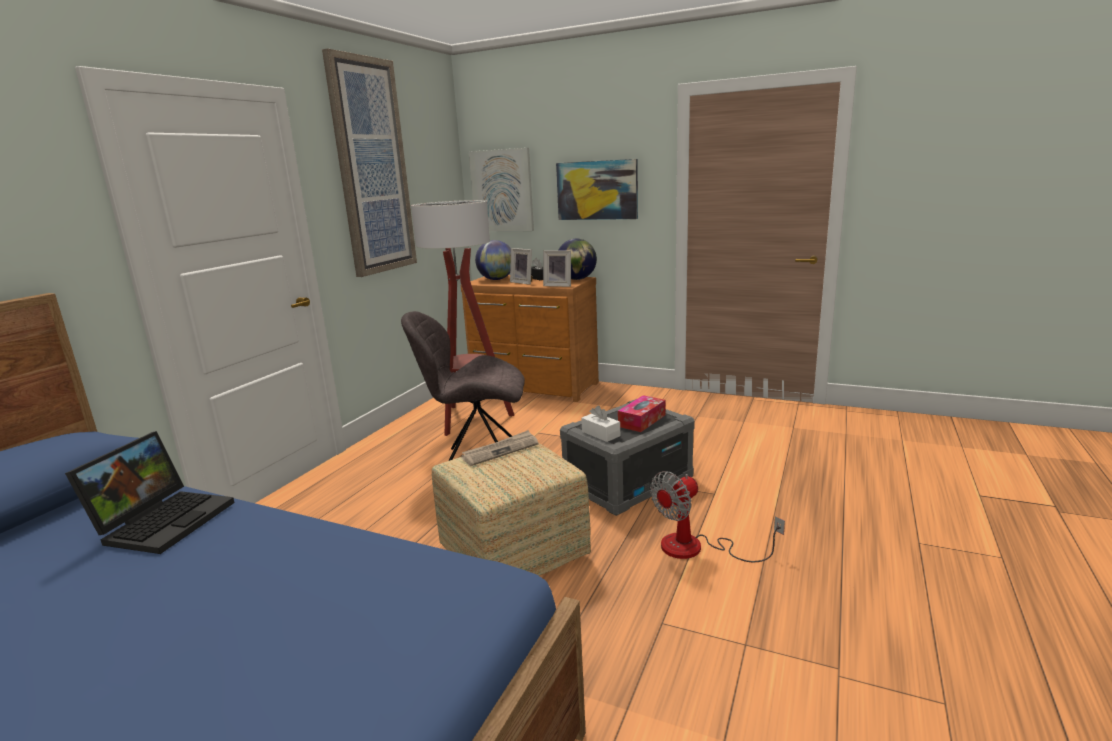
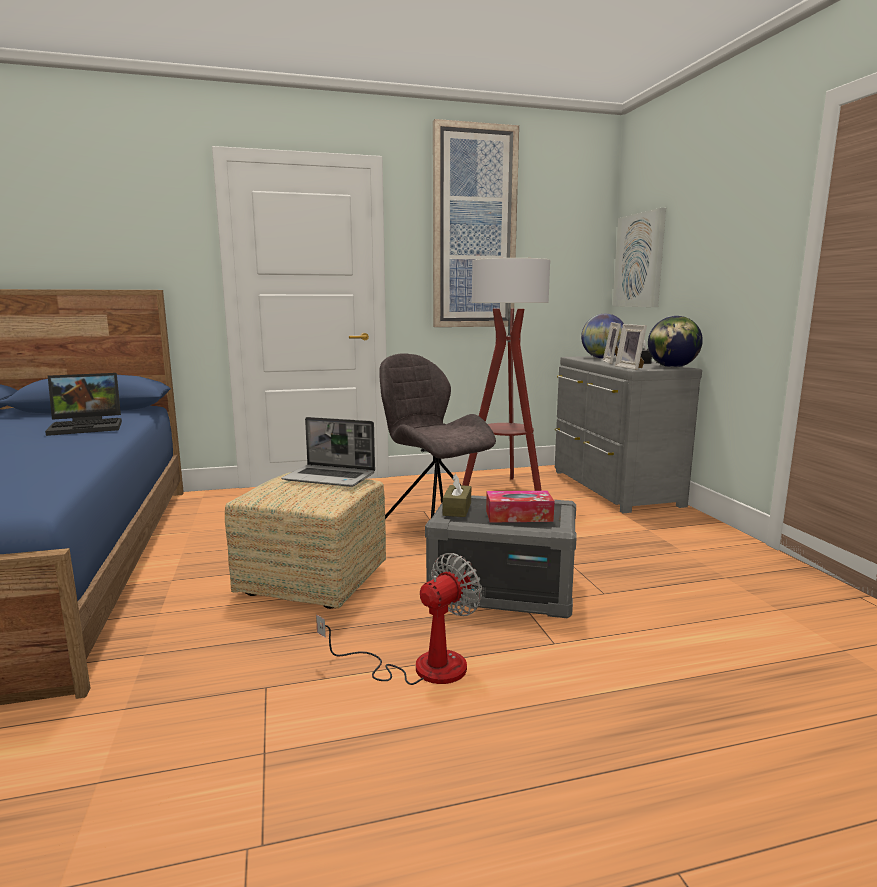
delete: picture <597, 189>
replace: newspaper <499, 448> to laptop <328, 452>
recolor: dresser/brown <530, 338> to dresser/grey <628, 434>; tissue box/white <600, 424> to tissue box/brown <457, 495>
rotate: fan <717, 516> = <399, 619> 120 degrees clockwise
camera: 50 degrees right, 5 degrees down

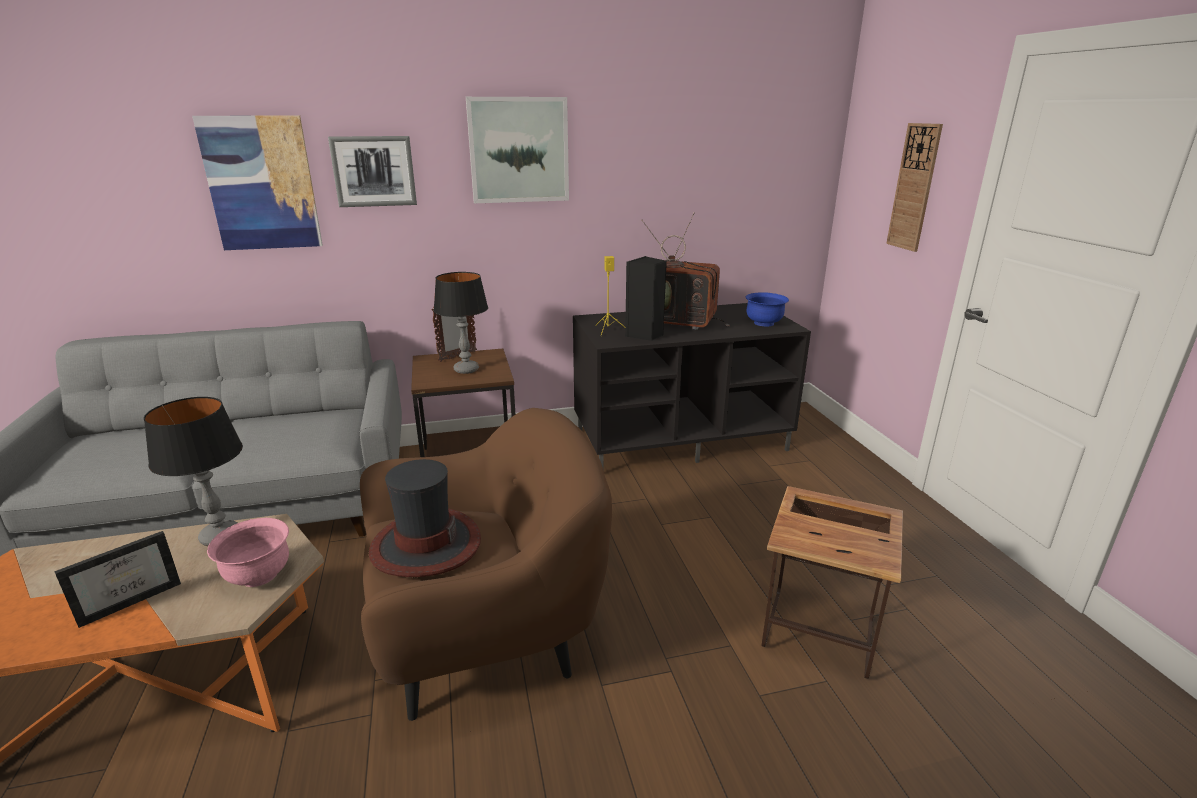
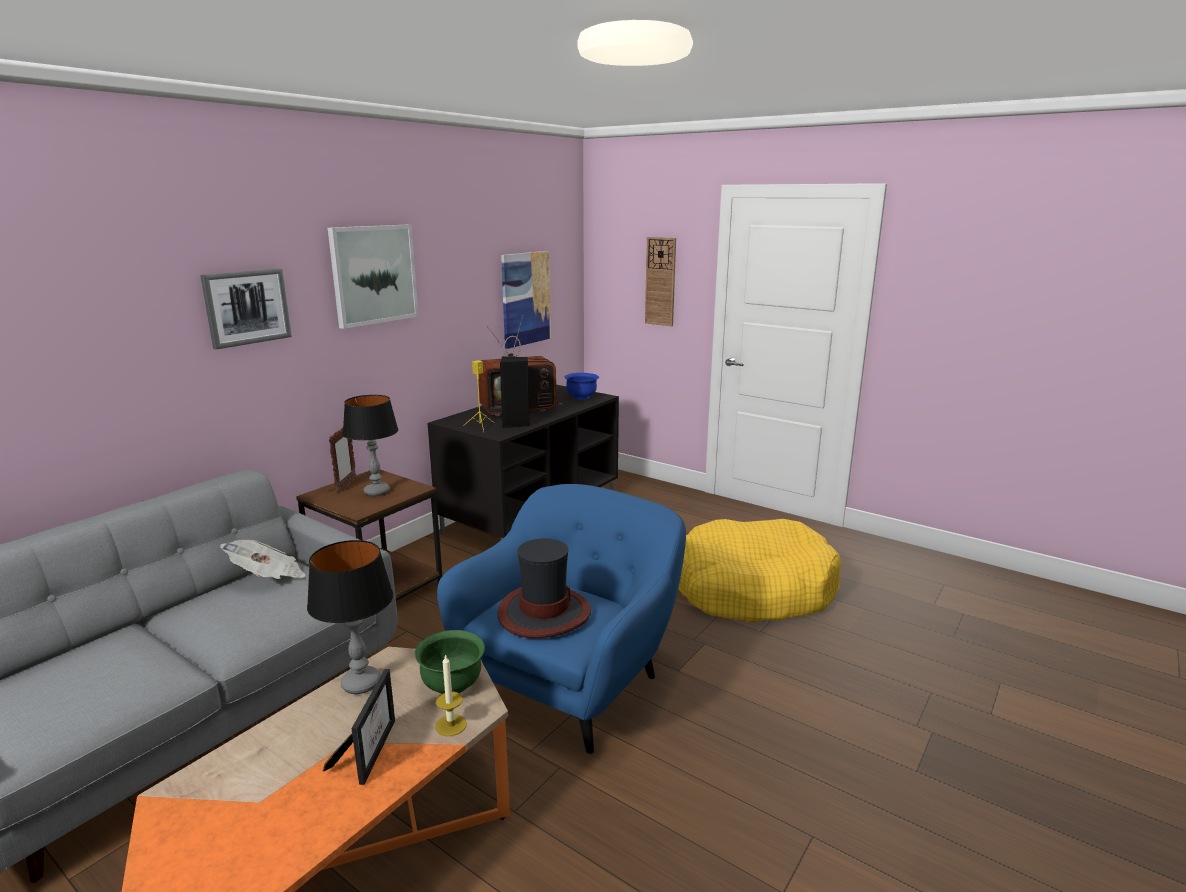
insert: newspaper <263, 559>; candle <451, 695>
move: picture <257, 182> to <526, 300>
replace: side table <832, 582> to dog bed/yellow <759, 571>
recolor: bowl/pink <248, 552> to bowl/green <450, 662>; armchair/brown <486, 564> to armchair/blue <561, 619>
camera: 40 degrees left, 5 degrees down

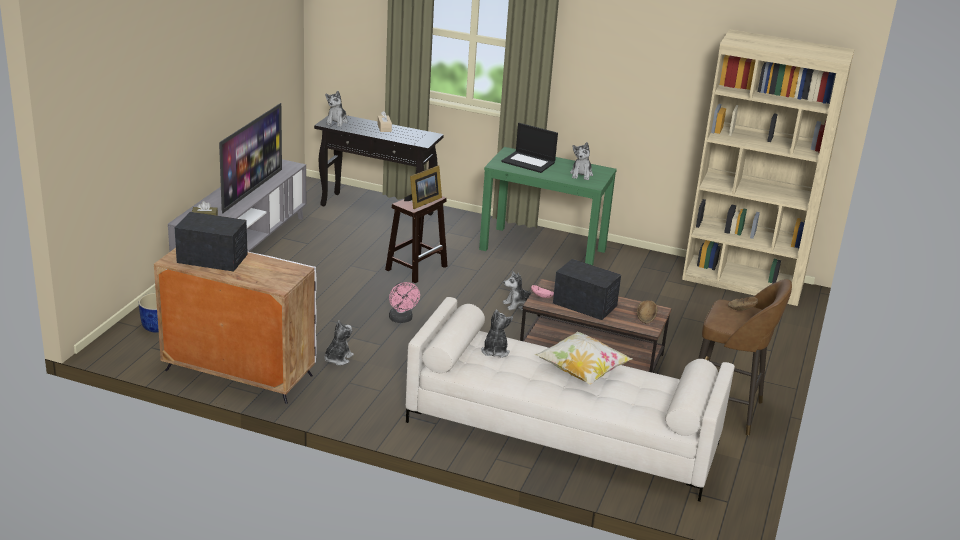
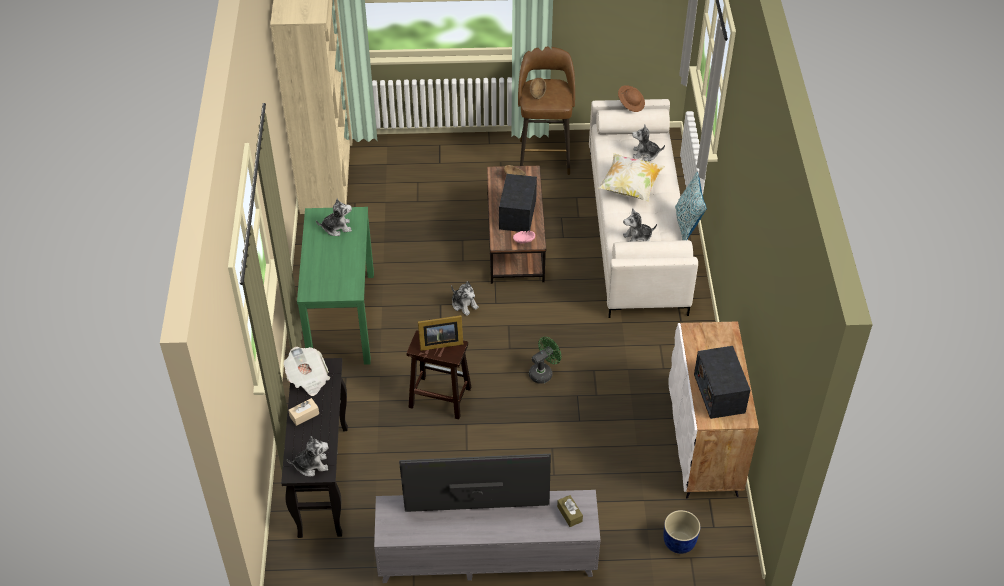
delete: laptop <529, 148>
insert: newspaper <307, 371>; hat/brown <631, 98>; pillow <691, 206>
move: plush toy <339, 342> to <648, 143>
recolor: fan/pink <404, 302> to fan/green <545, 360>
rotate: picture frame <423, 187> = <440, 333> 150 degrees clockwise
camera: 110 degrees left, 20 degrees up

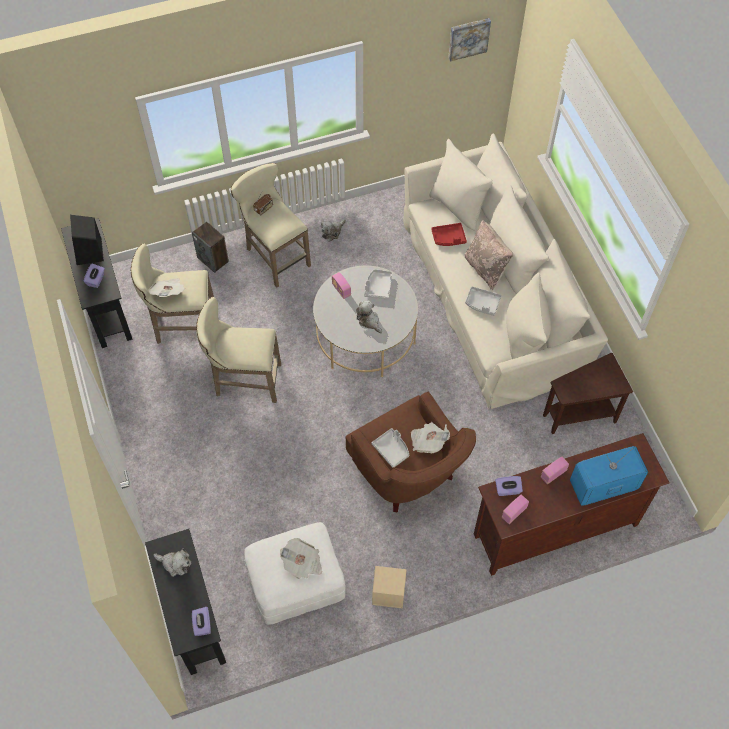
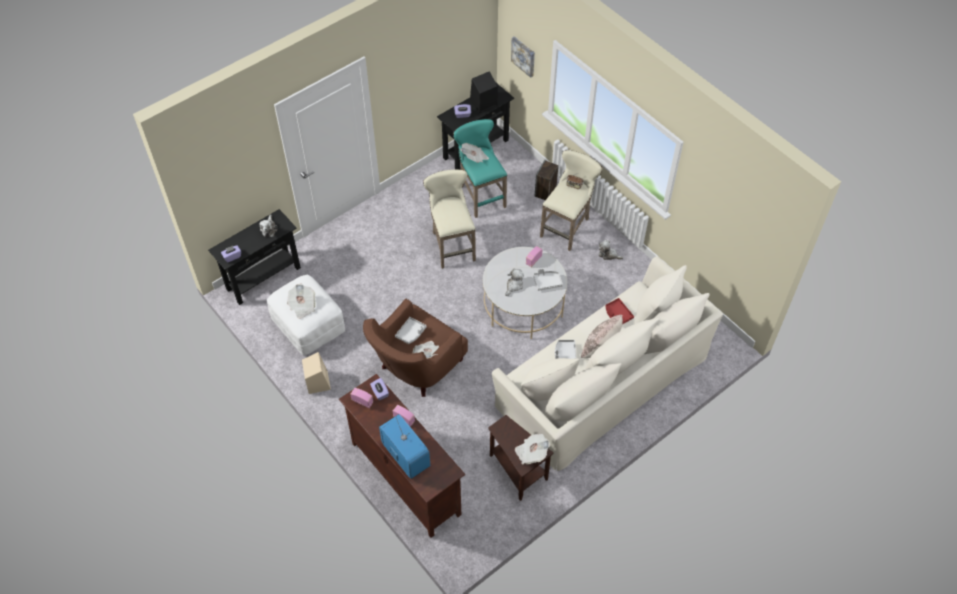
insert: newspaper <532, 449>
move: picture <469, 39> to <523, 57>
recolor: stool/beige <172, 294> to stool/turquoise <480, 168>
camera: 70 degrees right, 5 degrees down

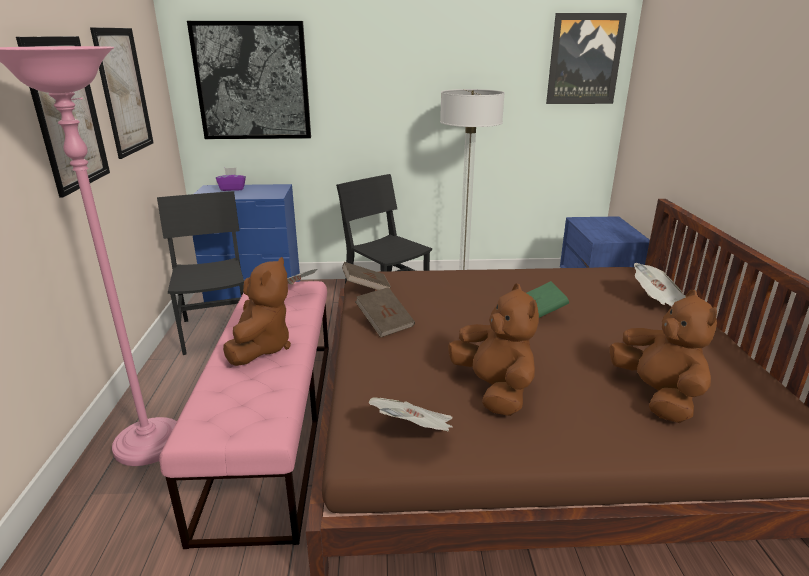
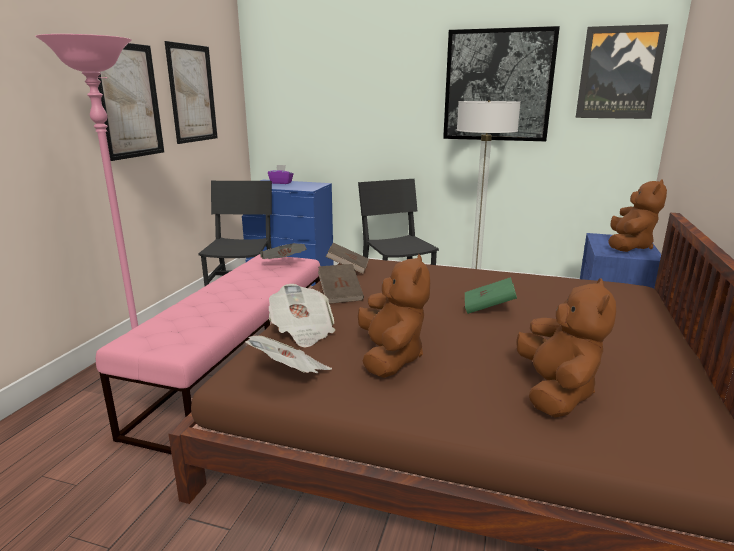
move: picture <249, 80> to <501, 83>; plush toy/brown <257, 311> to <637, 215>; newspaper <660, 284> to <302, 316>
camera: 20 degrees right, 5 degrees down

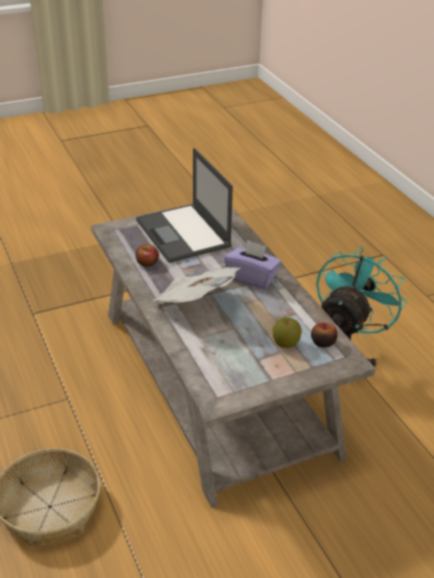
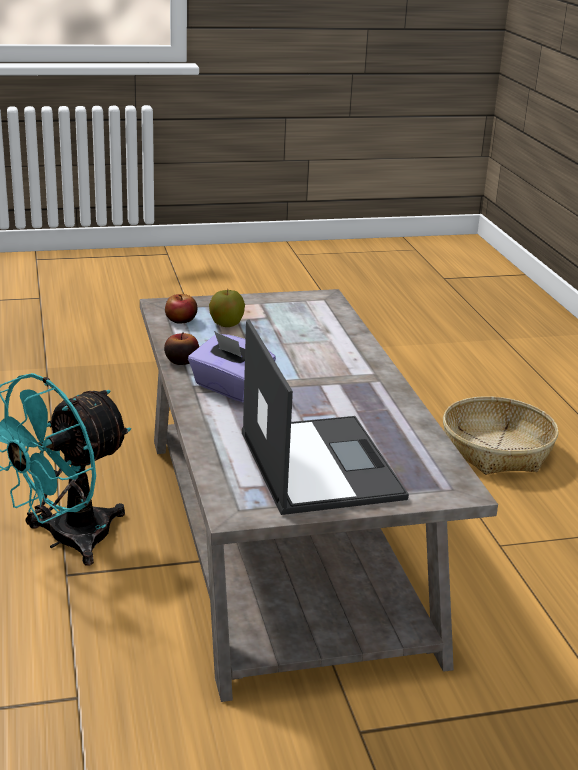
delete: newspaper <196, 285>
move: apple <147, 255> to <181, 348>
camera: 170 degrees left, 10 degrees down

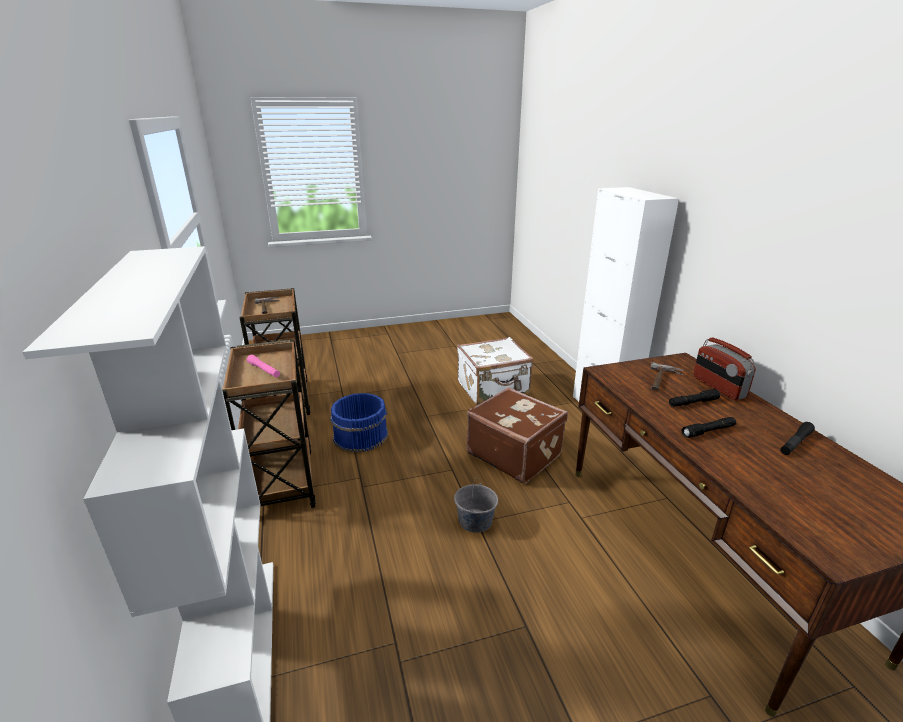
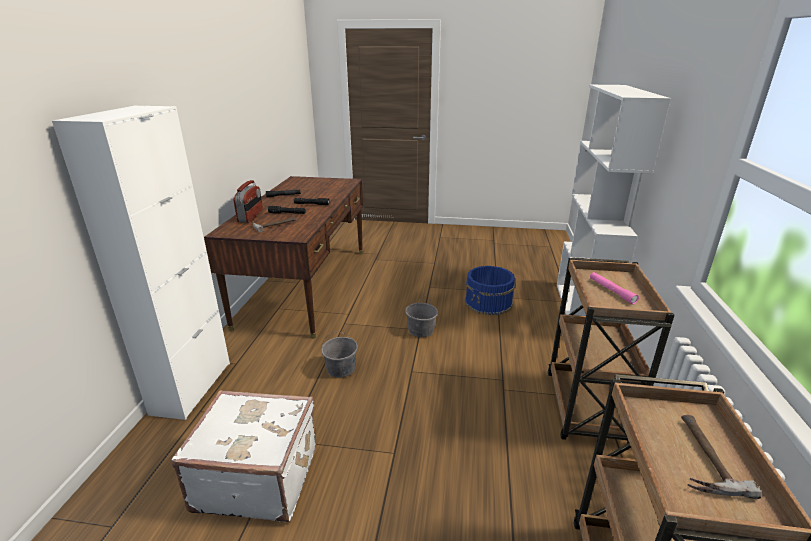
move: bucket/blue <359, 423> to <490, 290>
replace: suitcase/brown <517, 435> to bucket/grey <339, 355>
camera: 155 degrees left, 0 degrees up

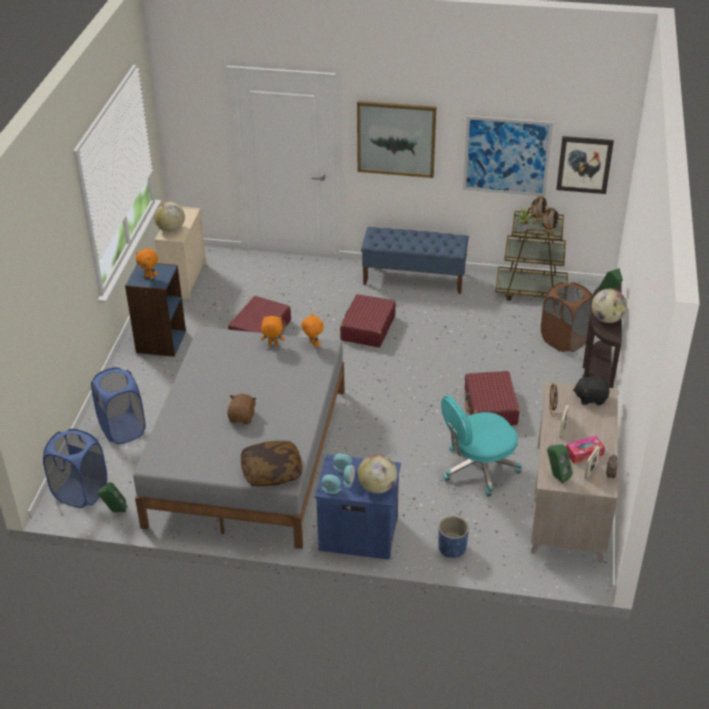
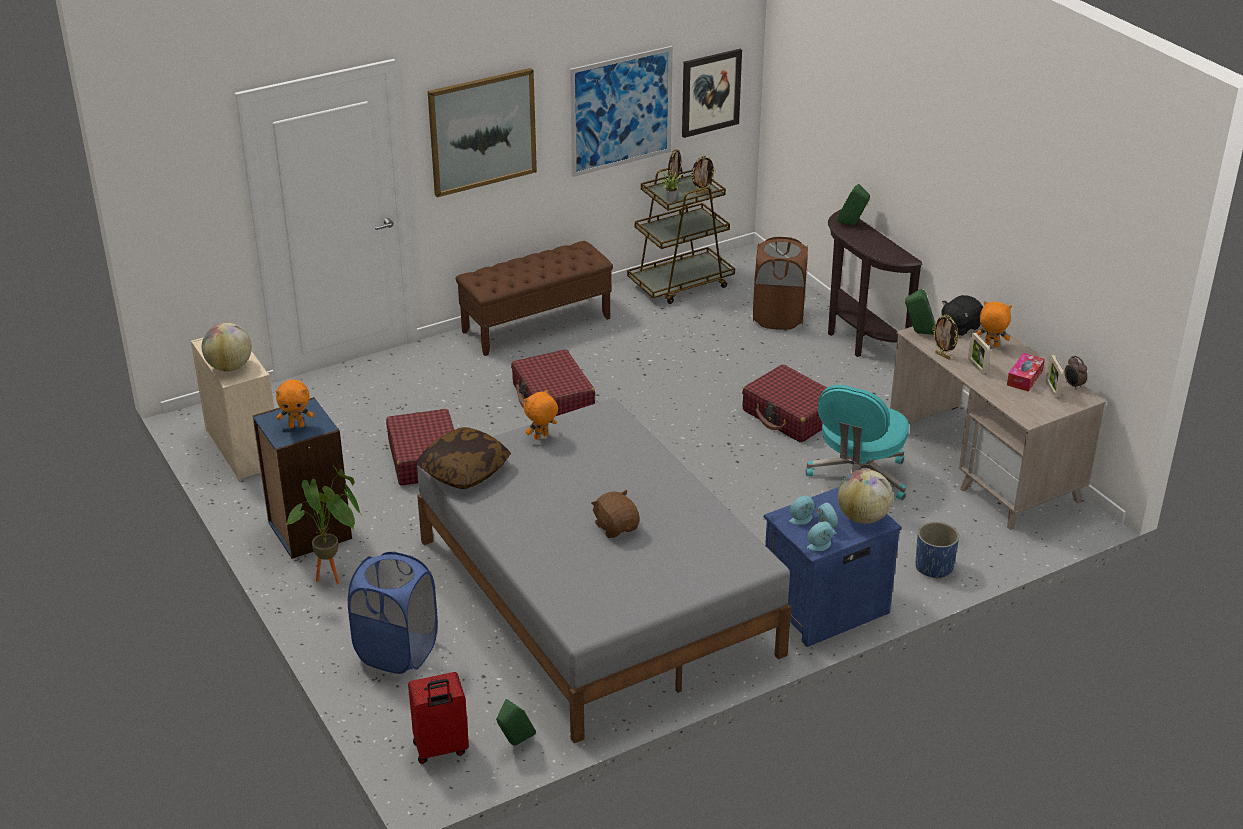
delete: globe <609, 306>
insert: potted plant <323, 524>
move: pillow <271, 463> to <463, 458>; plush toy/orange <312, 330> to <994, 324>; speaker/green <560, 464> to <920, 312>
replace: laundry basket/blue <75, 468> to suitcase/red <438, 718>
recolor: bench/blue <415, 260> to bench/brown <534, 298>
camera: 40 degrees left, 5 degrees down

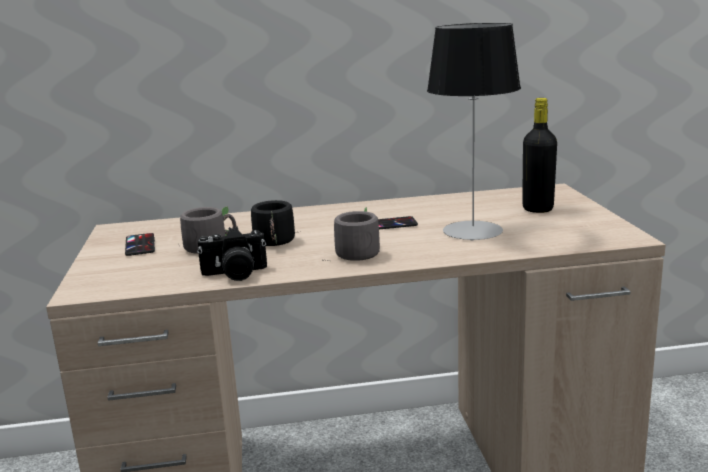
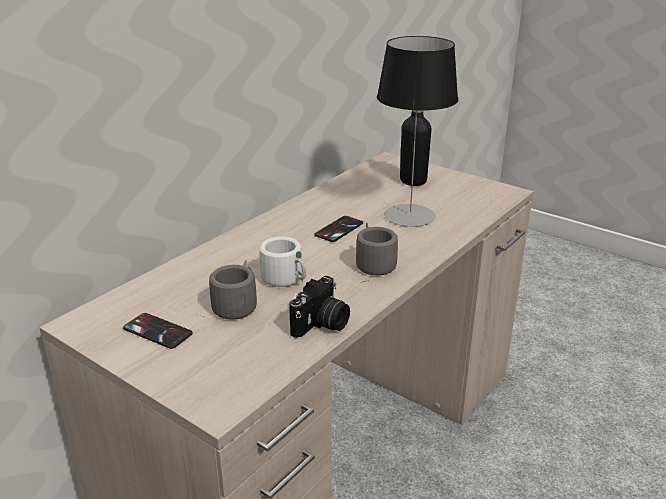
recolor: mug/black <273, 223> to mug/white <282, 261>
camera: 45 degrees left, 10 degrees up

